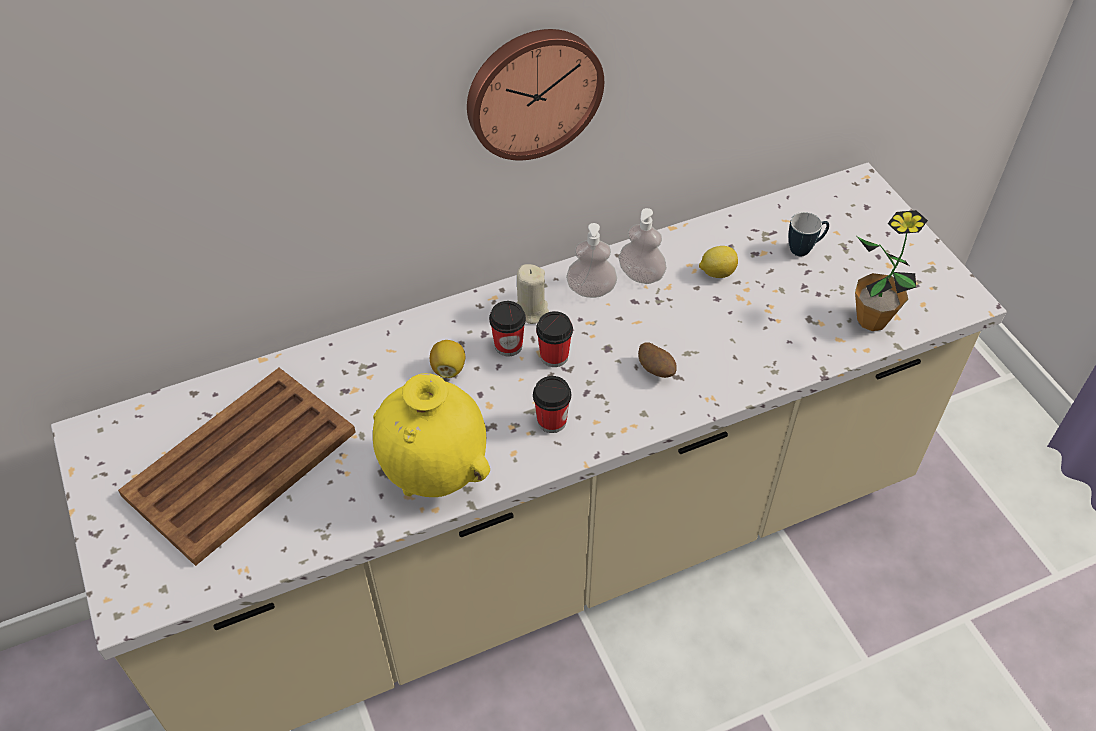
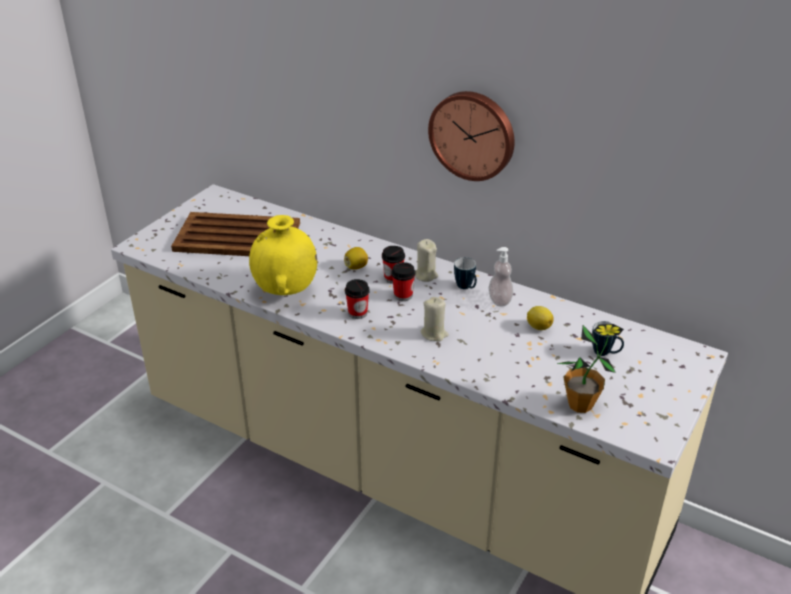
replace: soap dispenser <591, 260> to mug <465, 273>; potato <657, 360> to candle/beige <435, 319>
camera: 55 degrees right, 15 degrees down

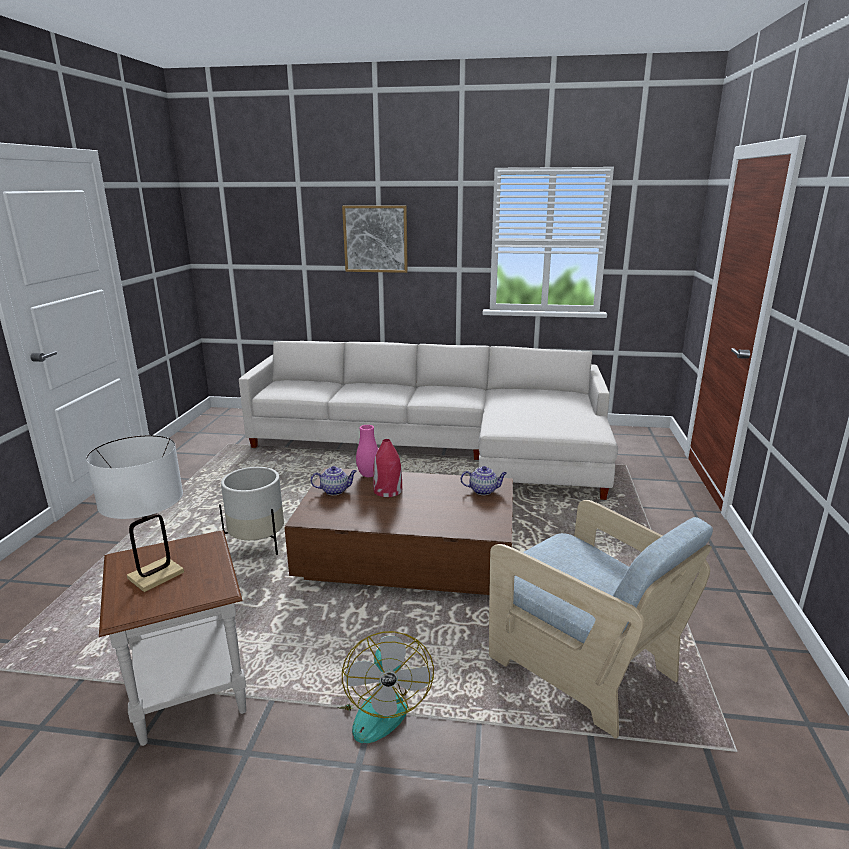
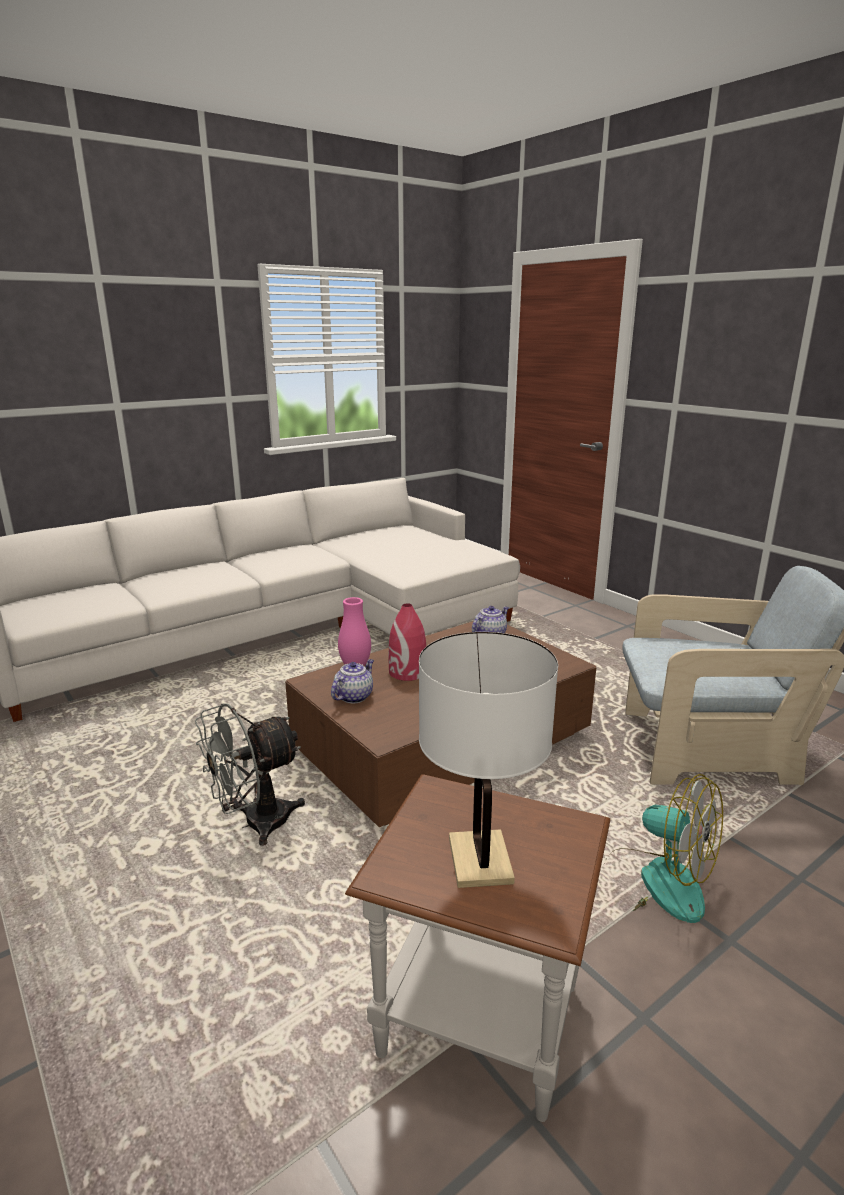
delete: picture <375, 239>
replace: planter/white <251, 511> to fan/grey <250, 774>
camera: 45 degrees left, 0 degrees up

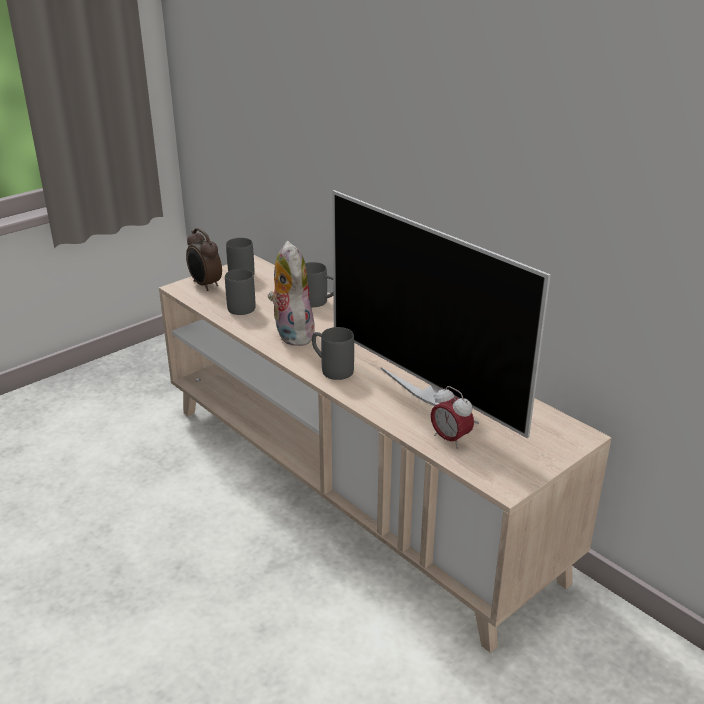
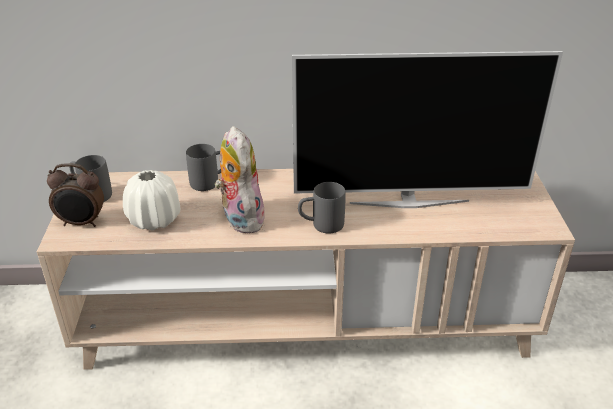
delete: alarm clock <452, 417>
replace: mug/grey <240, 292> to vase/white <151, 200>
rotate: plush toy <291, 293> = <240, 179> 45 degrees clockwise
camera: 50 degrees left, 5 degrees up

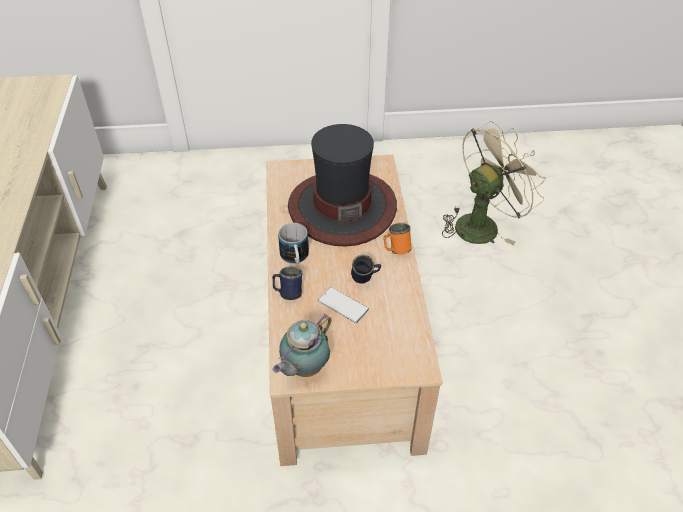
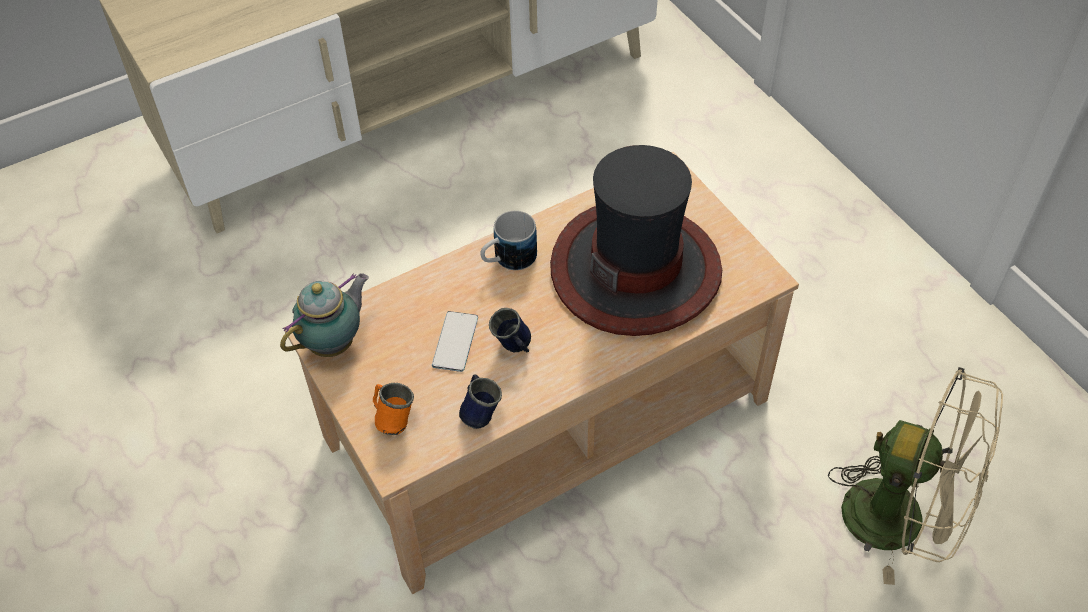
move: mug/blue <287, 283> to <480, 401>; mug/orange <397, 239> to <393, 409>
rotate: teapot <302, 345> = <324, 315> 120 degrees clockwise
camera: 65 degrees right, 5 degrees up

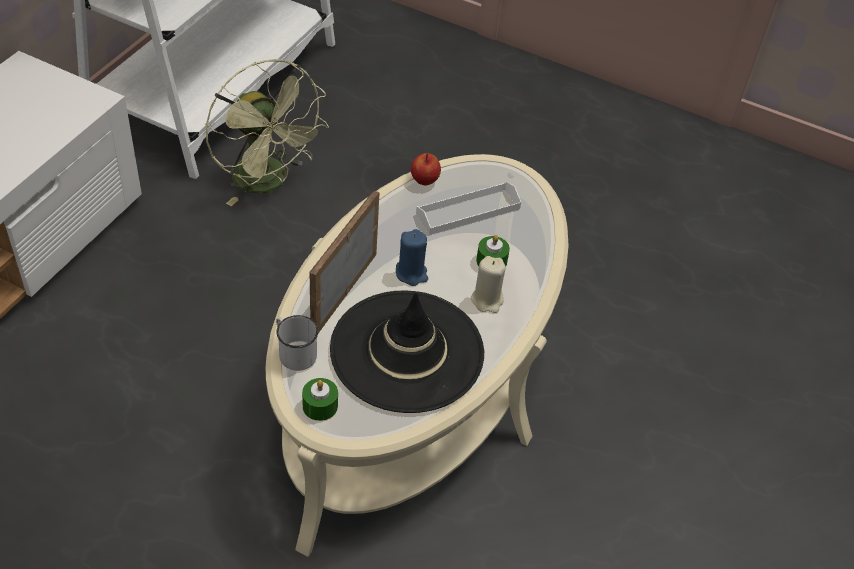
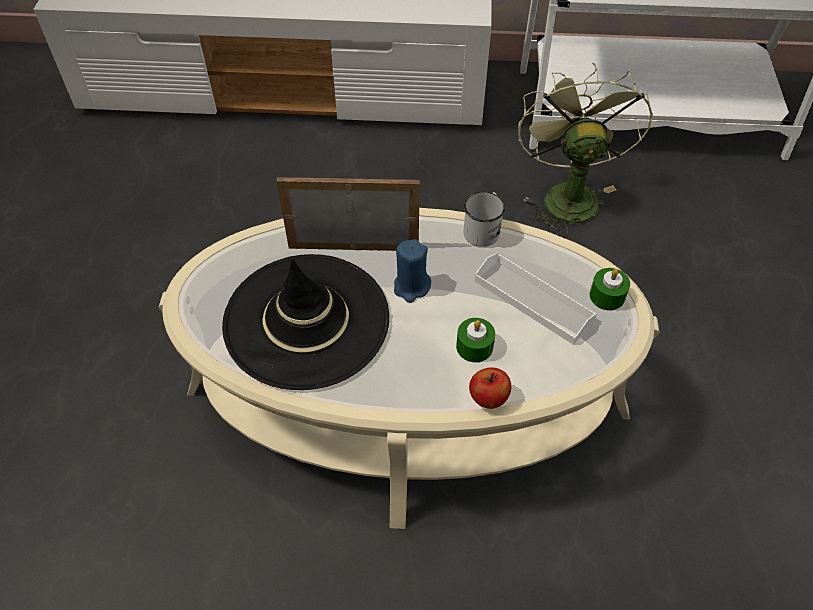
delete: candle/beige <488, 284>
move: mug/white <297, 343> to <484, 219>; candle/green <320, 399> to <609, 289>; apple <426, 169> to <490, 388>
rotate: fan/green <267, 132> = <585, 150> 150 degrees clockwise
camera: 70 degrees right, 5 degrees up

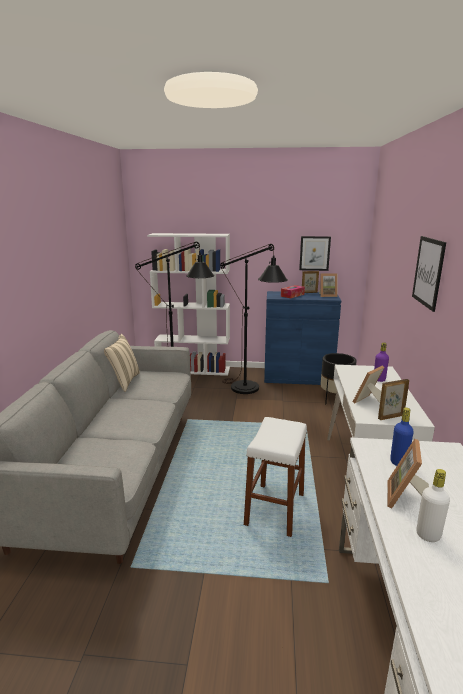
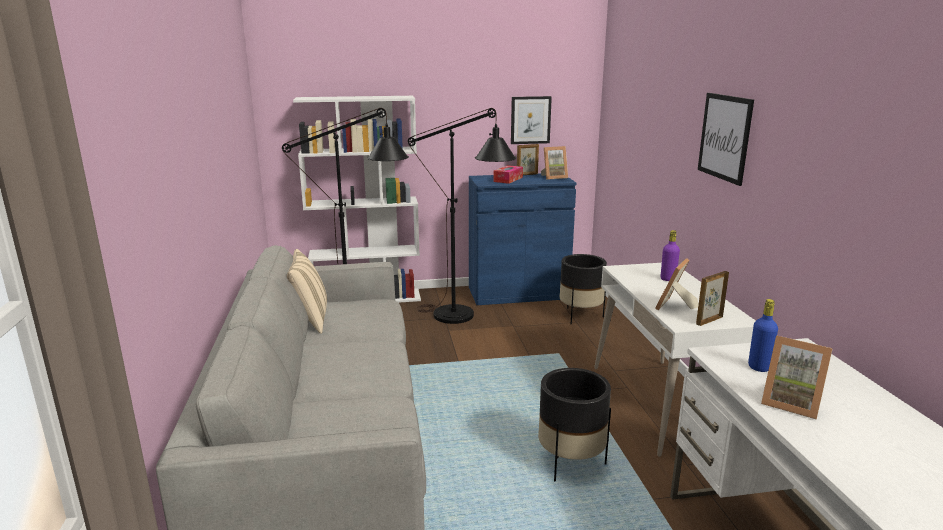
delete: bottle/white <433, 505>
replace: stool/white <275, 477> to planter/black <574, 424>
rotate: picture frame <408, 473> = <797, 377> 60 degrees counterclockwise
camera: 15 degrees left, 0 degrees up

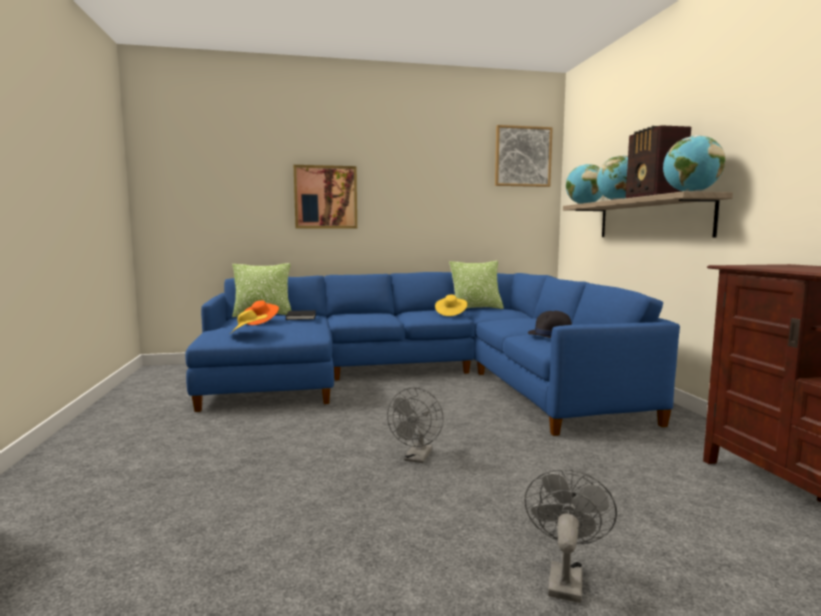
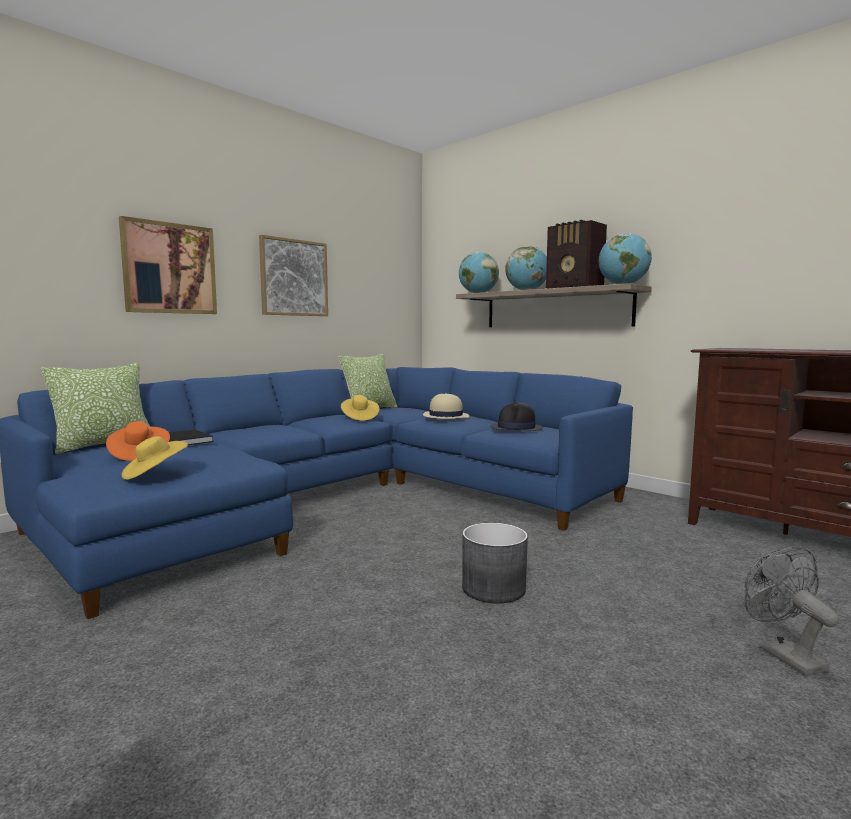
insert: hat/beige <446, 406>
move: picture <524, 156> to <293, 275>
replace: fan/grey <415, 425> to planter/grey <495, 563>
camera: 35 degrees left, 0 degrees up

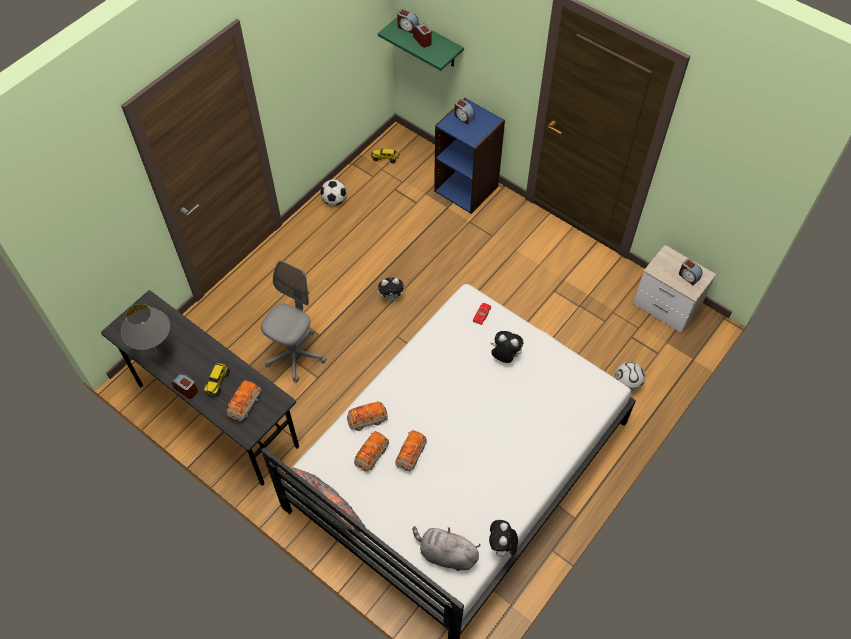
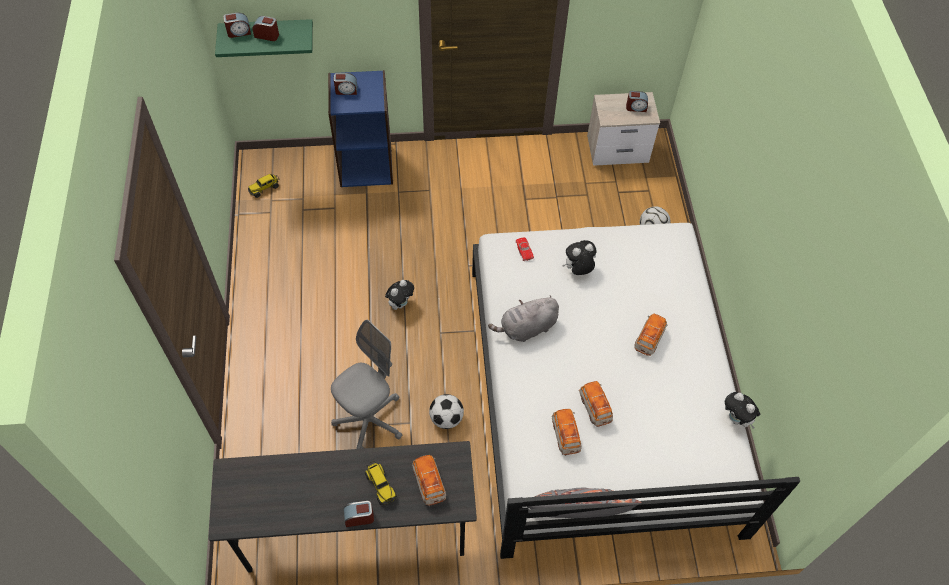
delete: table lamp/grey <145, 329>
move: football <333, 192> to <446, 411>; toy car <367, 416> to <651, 335>; plush toy/grey <446, 548> to <523, 318>
rotate: office chair/grey <293, 321> = <366, 384> 60 degrees clockwise
camera: 45 degrees left, 0 degrees up

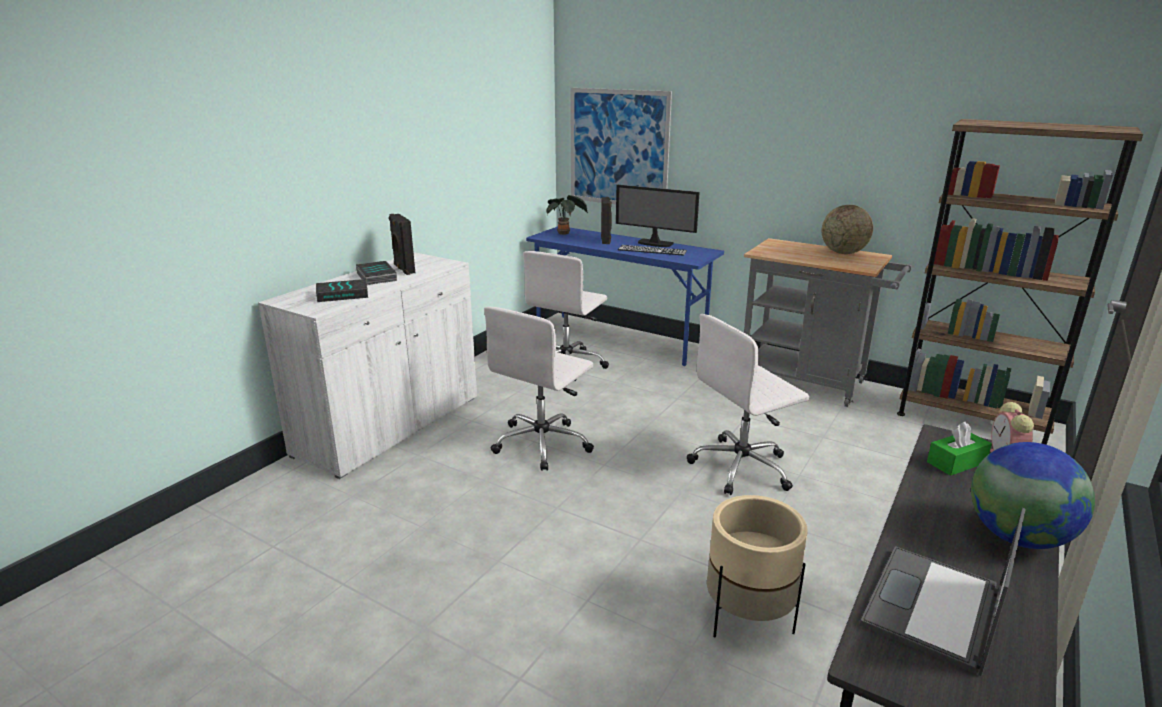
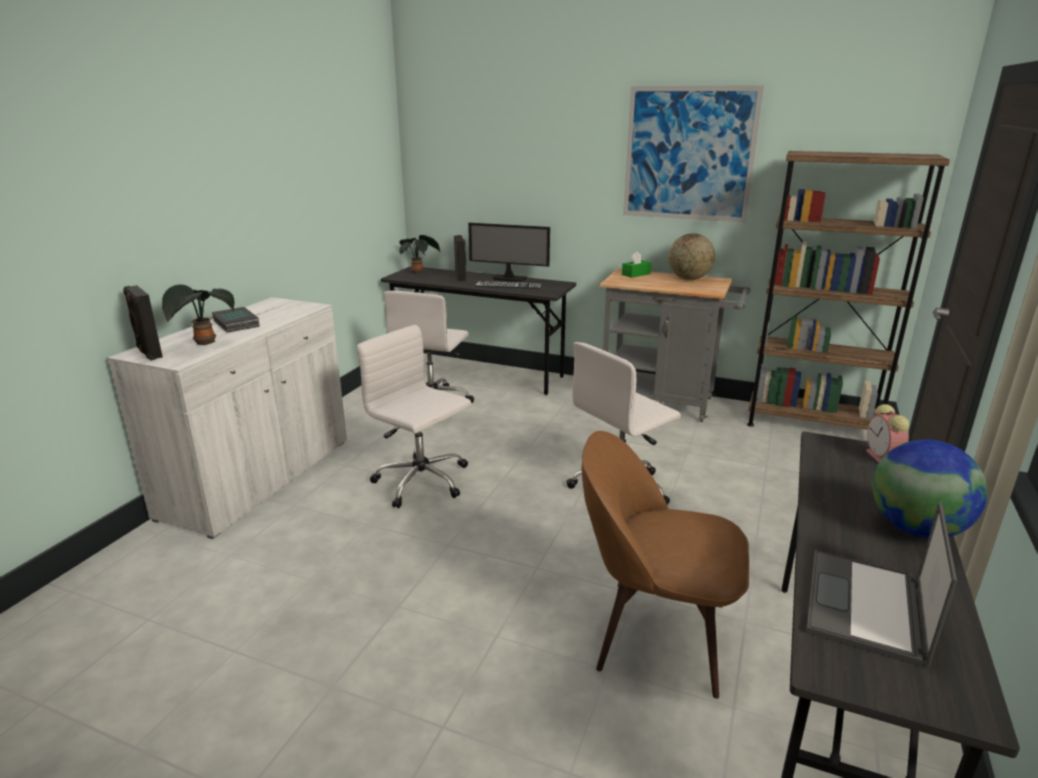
move: speaker/black <402, 244> to <143, 322>; picture <621, 146> to <693, 154>; tissue box/green <959, 449> to <636, 264>
replace: book <342, 290> to potted plant <198, 314>; planter/beige <757, 566> to chair/brown <665, 565>
recolor: desk/blue <625, 296> to desk/grey <478, 330>
rotate: office chair/white <539, 389> = <414, 416> 105 degrees clockwise
camera: 10 degrees left, 0 degrees up

